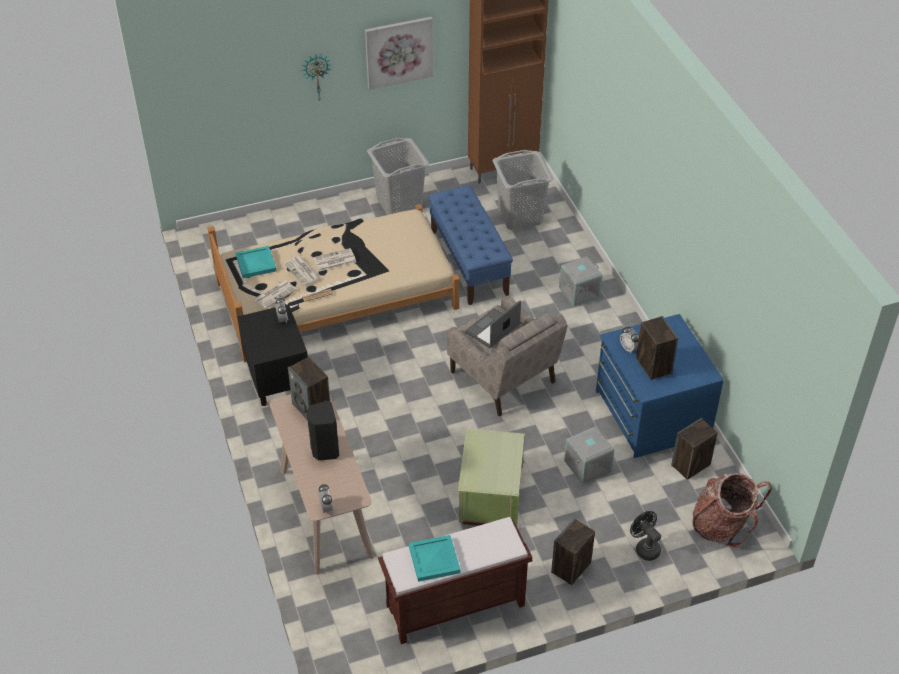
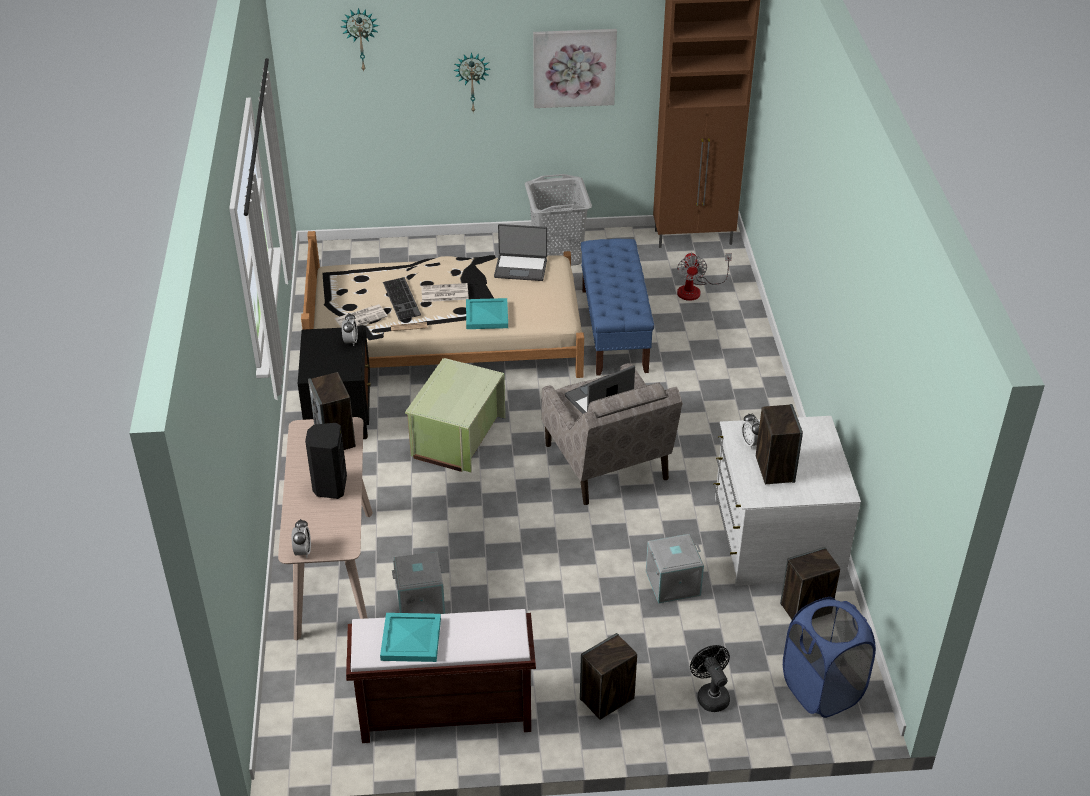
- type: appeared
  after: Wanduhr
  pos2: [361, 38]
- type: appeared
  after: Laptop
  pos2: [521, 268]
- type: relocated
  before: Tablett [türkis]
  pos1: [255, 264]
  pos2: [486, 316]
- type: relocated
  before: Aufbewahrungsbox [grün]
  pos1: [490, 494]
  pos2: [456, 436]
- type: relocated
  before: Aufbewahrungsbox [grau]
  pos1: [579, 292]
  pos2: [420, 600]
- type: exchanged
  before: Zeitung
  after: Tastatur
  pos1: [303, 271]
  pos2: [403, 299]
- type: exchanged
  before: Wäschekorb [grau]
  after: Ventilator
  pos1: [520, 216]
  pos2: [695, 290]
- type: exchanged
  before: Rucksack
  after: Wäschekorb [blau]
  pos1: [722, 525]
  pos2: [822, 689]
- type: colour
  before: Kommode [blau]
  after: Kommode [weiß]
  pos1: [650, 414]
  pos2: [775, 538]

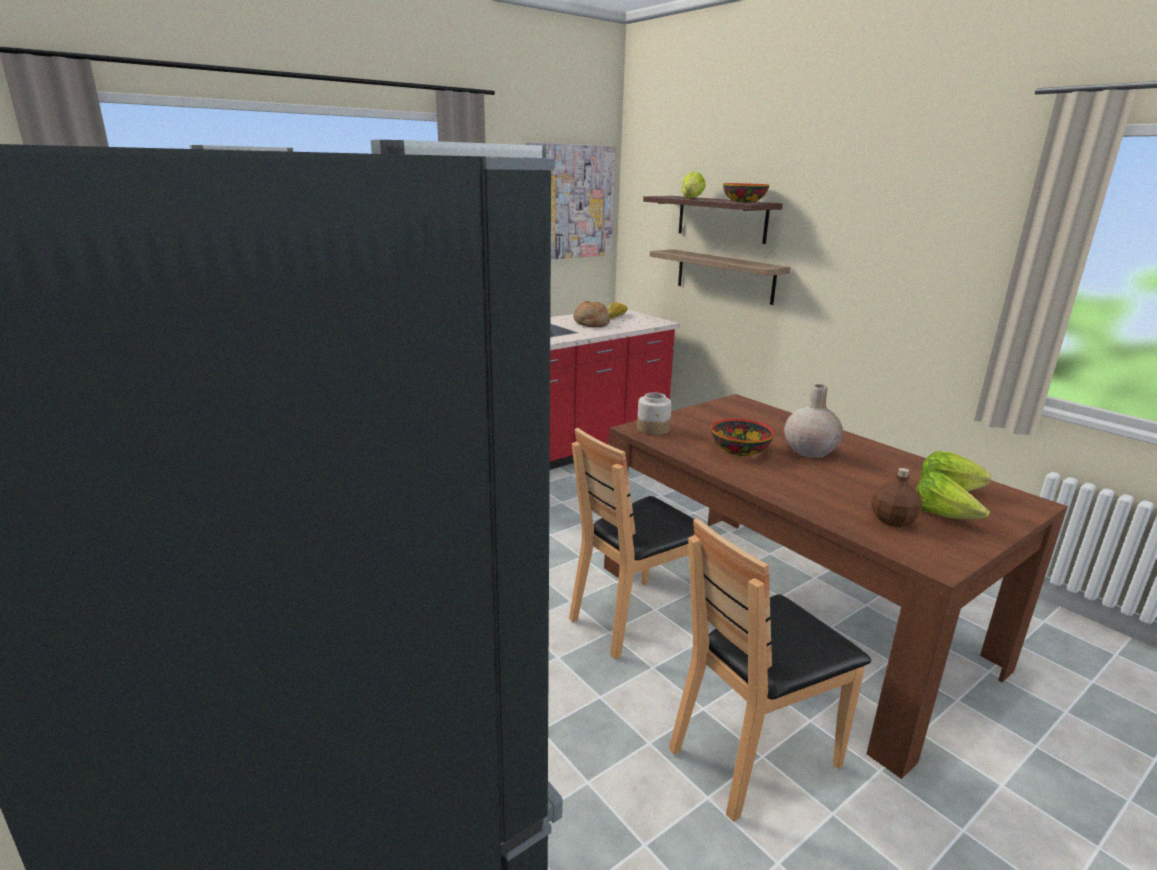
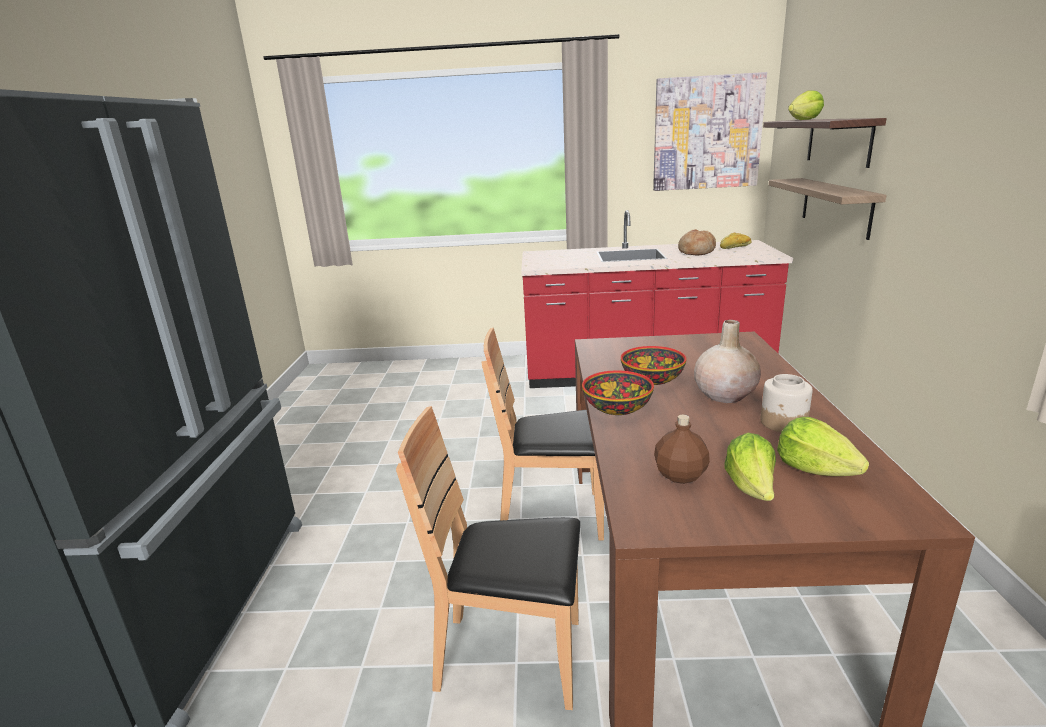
- type: relocated
  before: Vorratsglas
  pos1: [653, 429]
  pos2: [783, 423]
- type: relocated
  before: Schüssel
  pos1: [744, 201]
  pos2: [618, 408]

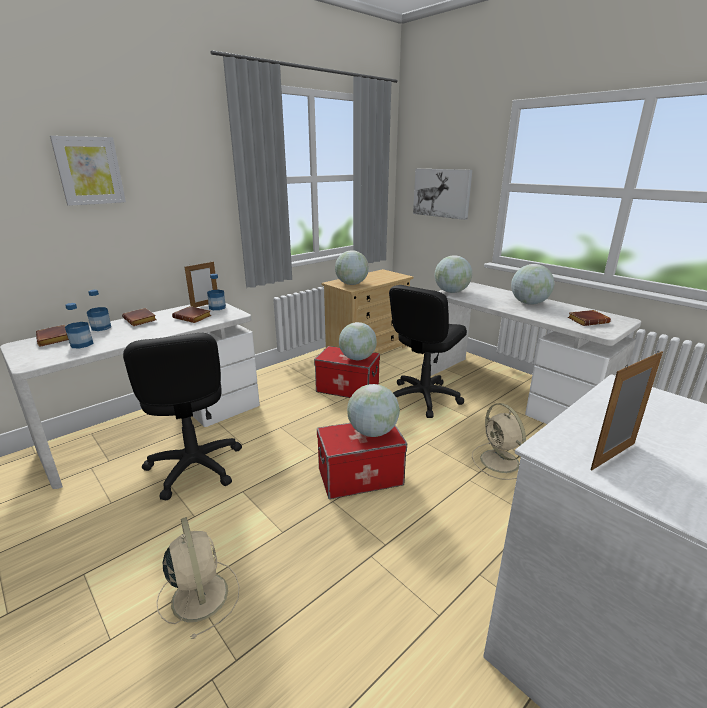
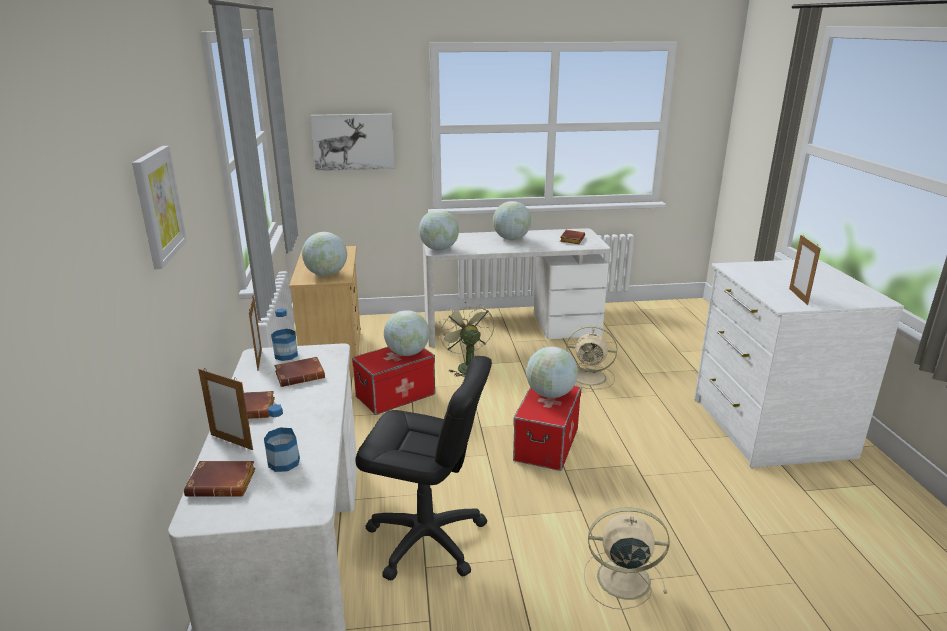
- type: exchanged
  before: Flasche
  after: Bilderrahmen
  pos1: [101, 327]
  pos2: [231, 442]
- type: exchanged
  before: Bürostuhl [schwarz]
  after: Ventilator [grün]
  pos1: [423, 398]
  pos2: [467, 366]

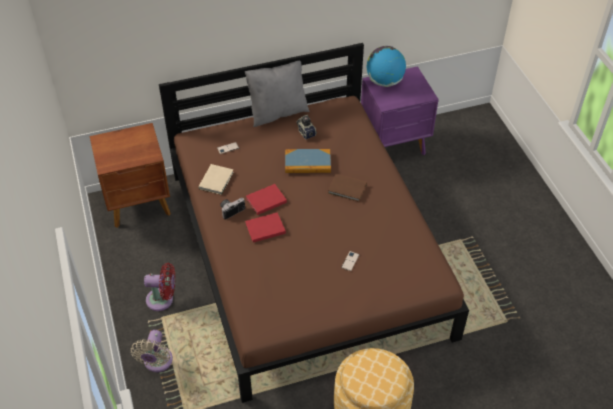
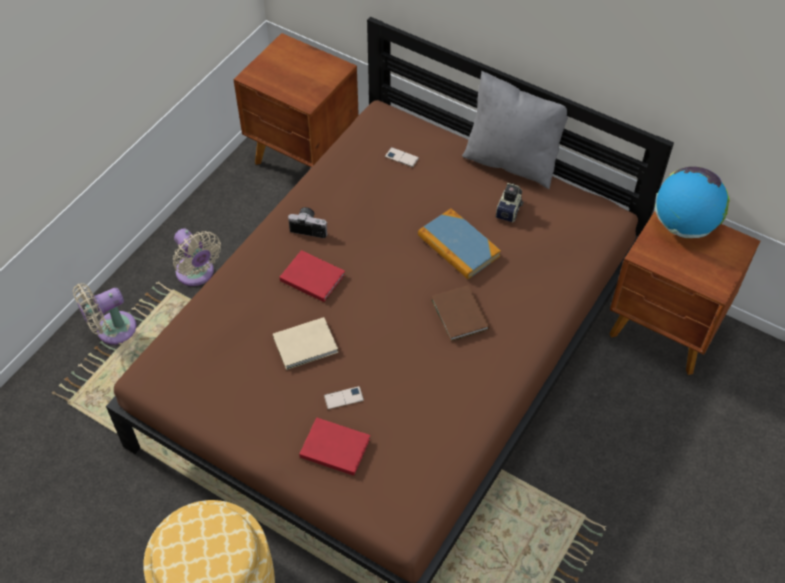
- type: relocated
  before: Buch [beige]
  pos1: [217, 180]
  pos2: [307, 345]
- type: relocated
  before: Buch [rot]
  pos1: [265, 200]
  pos2: [334, 446]
- type: colour
  before: Ventilator [rot]
  after: Ventilator [beige]
  pos1: [162, 300]
  pos2: [197, 274]
- type: colour
  before: Nachttisch [lila]
  after: Nachttisch [braun]
  pos1: [394, 145]
  pos2: [666, 329]

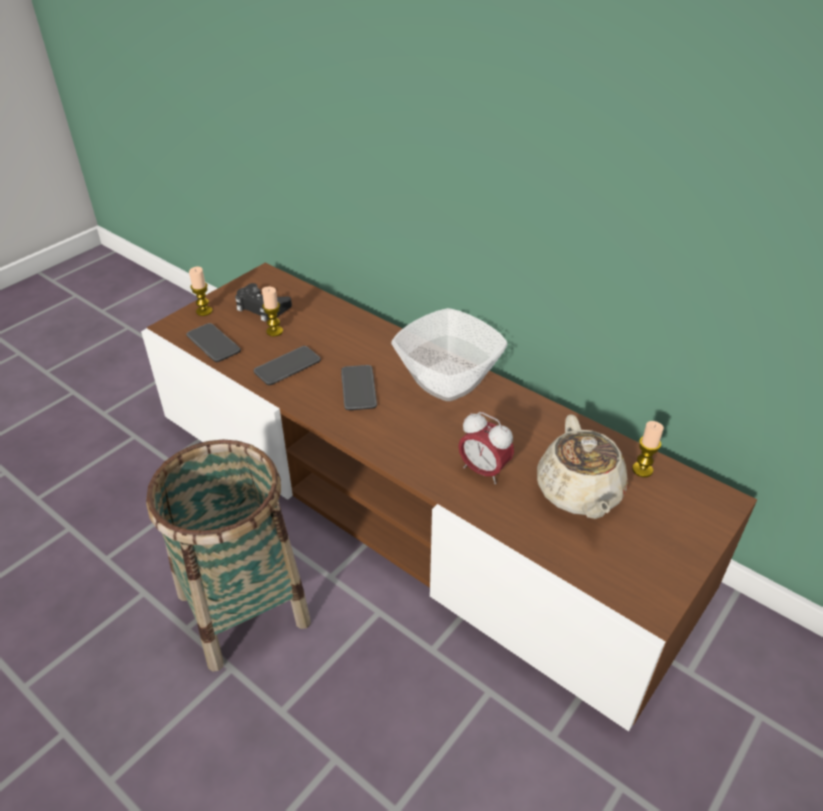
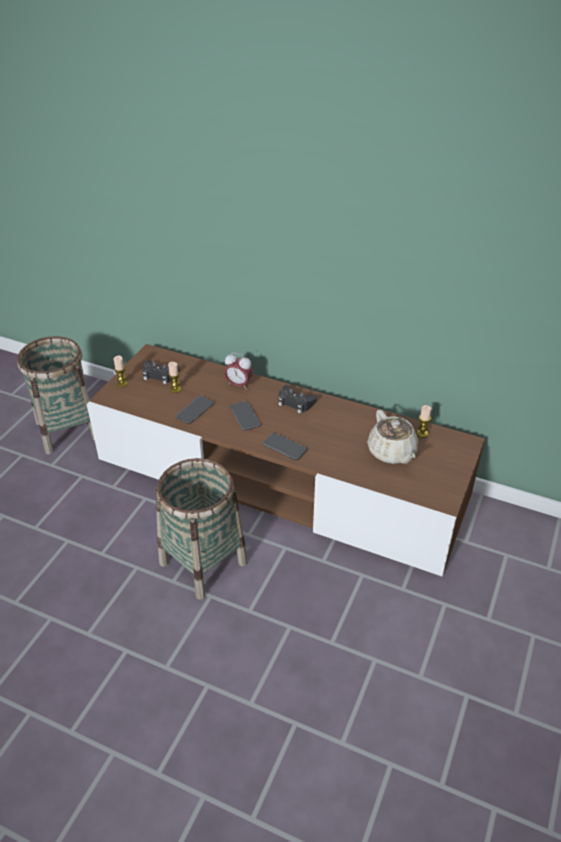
- type: appeared
  after: Korb
  pos2: [68, 430]
- type: relocated
  before: Handy
  pos1: [213, 343]
  pos2: [284, 447]
- type: relocated
  before: Wecker
  pos1: [483, 471]
  pos2: [238, 385]
- type: exchanged
  before: Schüssel
  after: Gamepad [schwarz]
  pos1: [446, 381]
  pos2: [295, 402]

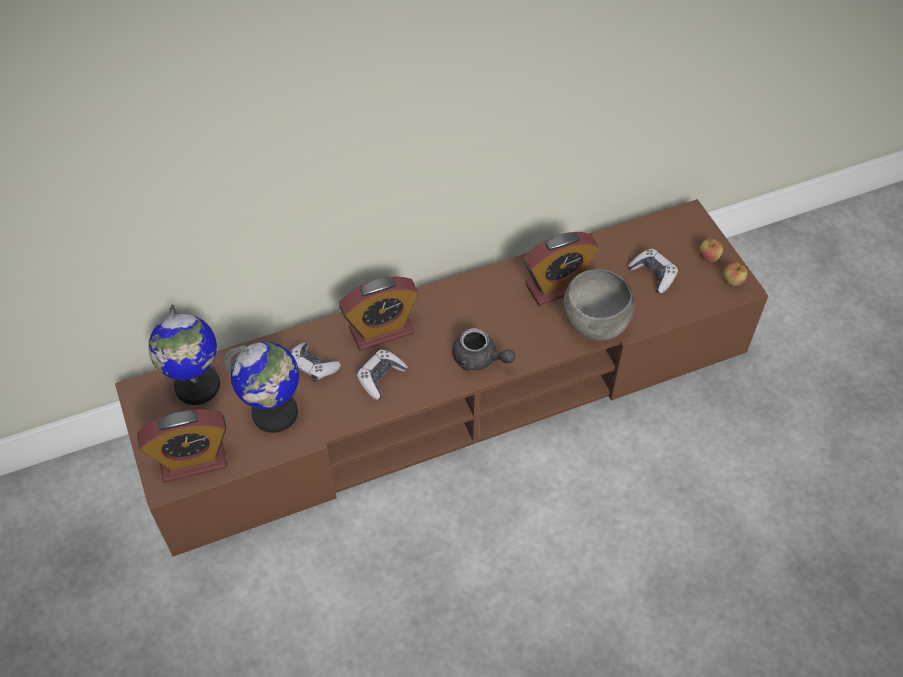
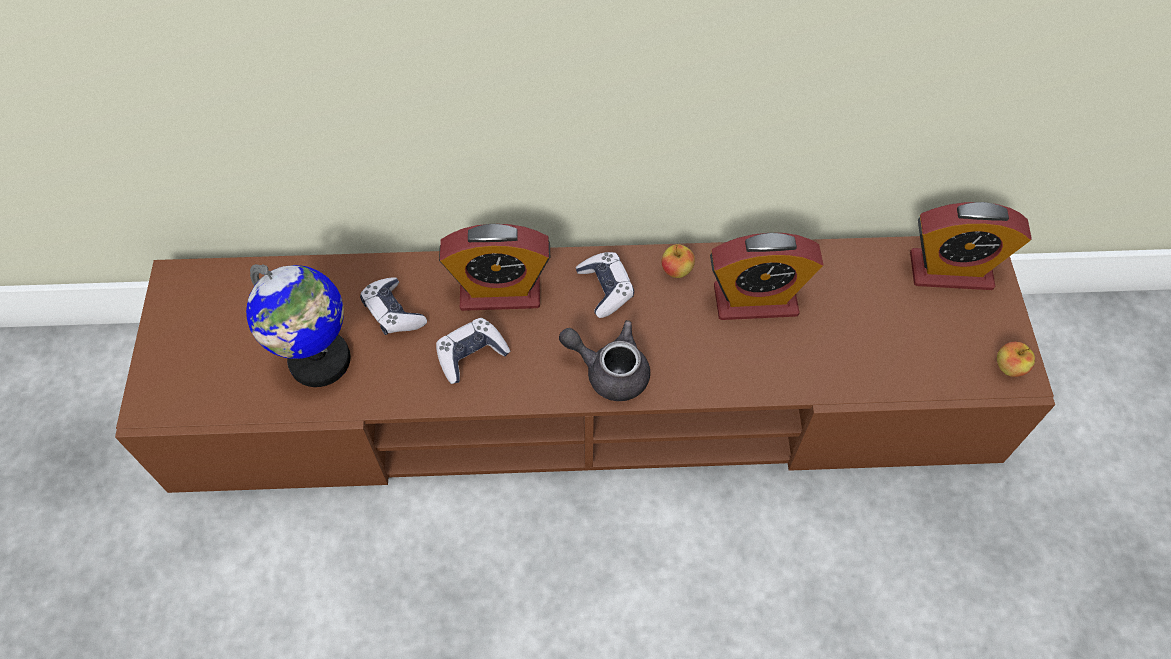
- type: missing
  before: Globus
  pos1: [197, 386]
- type: missing
  before: Schüssel [grau]
  pos1: [595, 326]
- type: relocated
  before: Wecker
  pos1: [193, 461]
  pos2: [950, 271]
- type: relocated
  before: Gamepad
  pos1: [653, 275]
  pos2: [605, 289]
- type: relocated
  before: Apfel
  pos1: [708, 257]
  pos2: [676, 270]
- type: spun
  before: Teekanne [grau]
  pos1: [479, 359]
  pos2: [609, 371]
  turn: 150

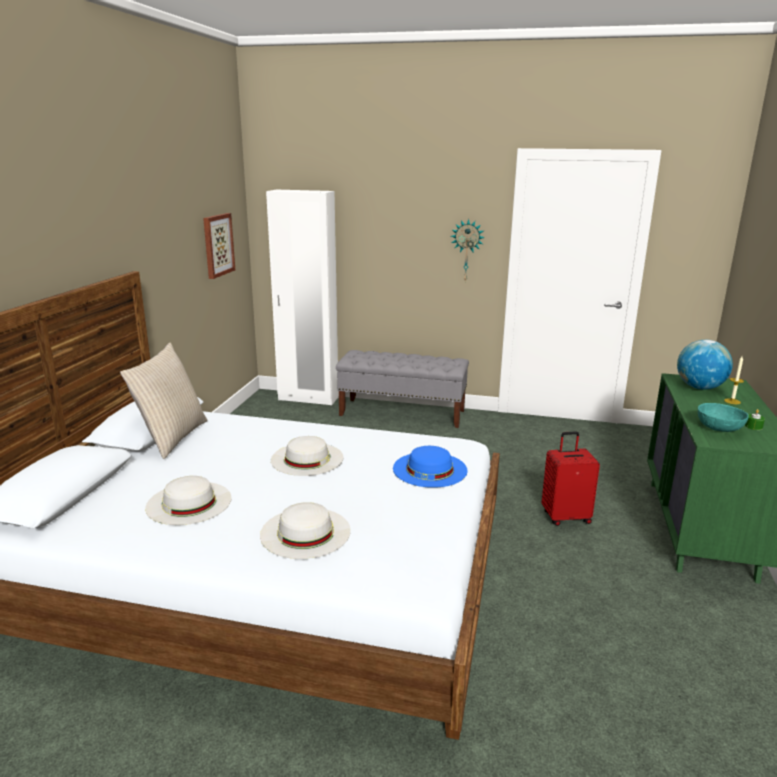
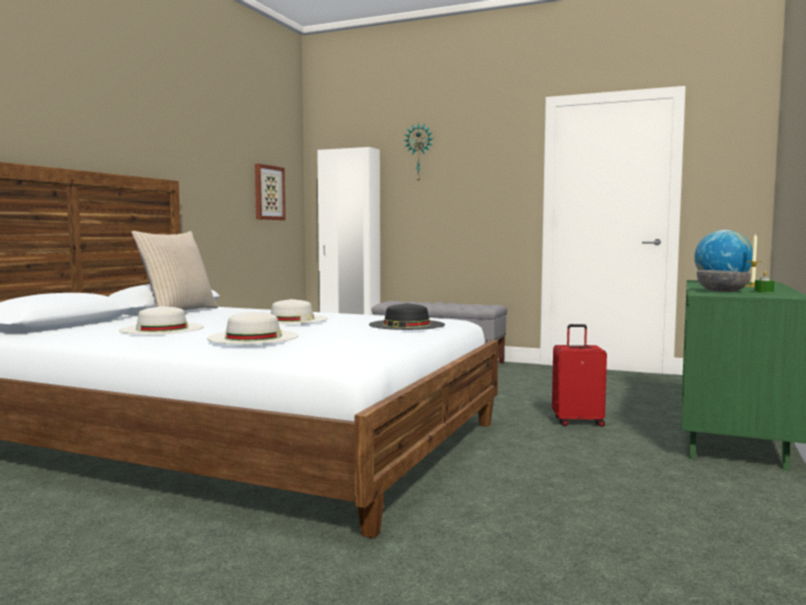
- type: relocated
  before: Wanduhr
  pos1: [467, 250]
  pos2: [419, 153]
- type: colour
  before: Hut [blau]
  after: Hut [schwarz]
  pos1: [430, 469]
  pos2: [406, 325]
- type: colour
  before: Schüssel [türkis]
  after: Schüssel [grau]
  pos1: [719, 428]
  pos2: [722, 291]

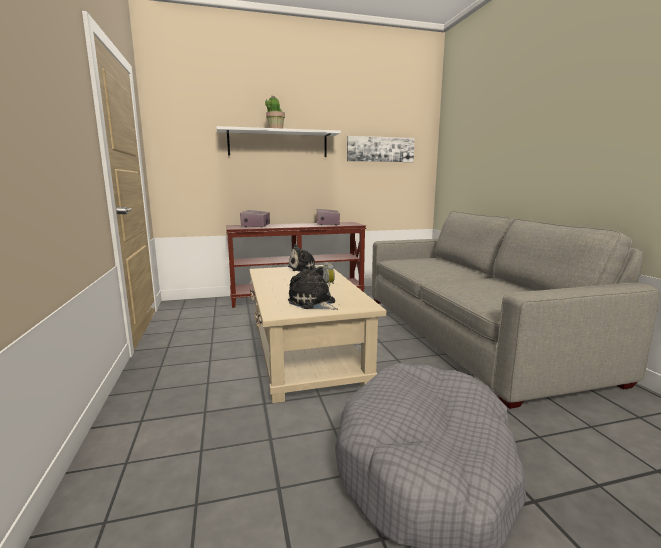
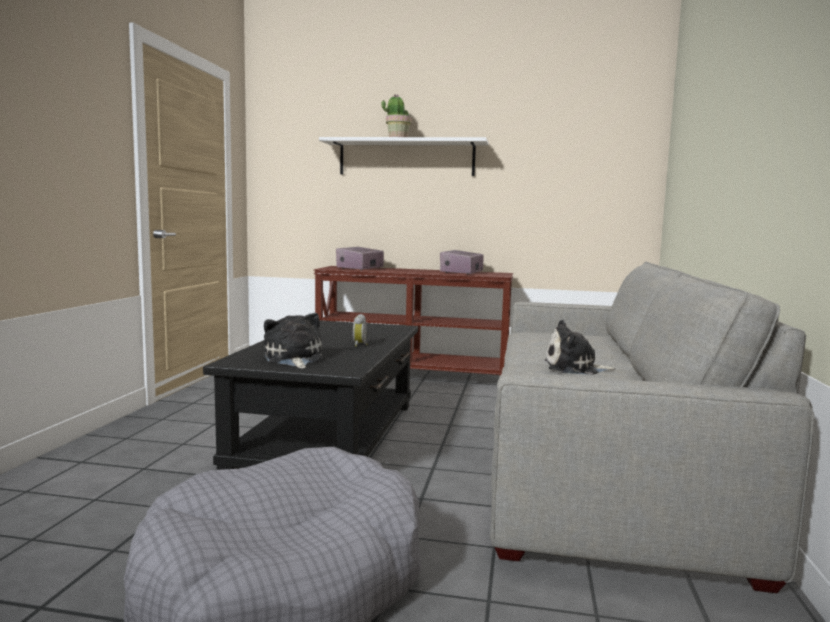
- type: missing
  before: Bild
  pos1: [380, 149]
- type: relocated
  before: Plüschtier
  pos1: [304, 269]
  pos2: [574, 368]
- type: colour
  before: Couchtisch [beige]
  after: Couchtisch [schwarz]
  pos1: [305, 352]
  pos2: [328, 436]

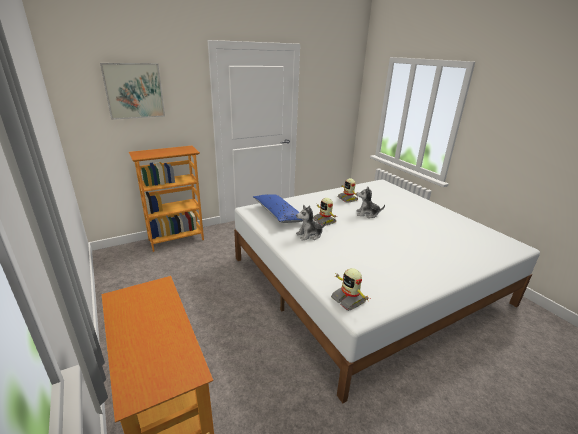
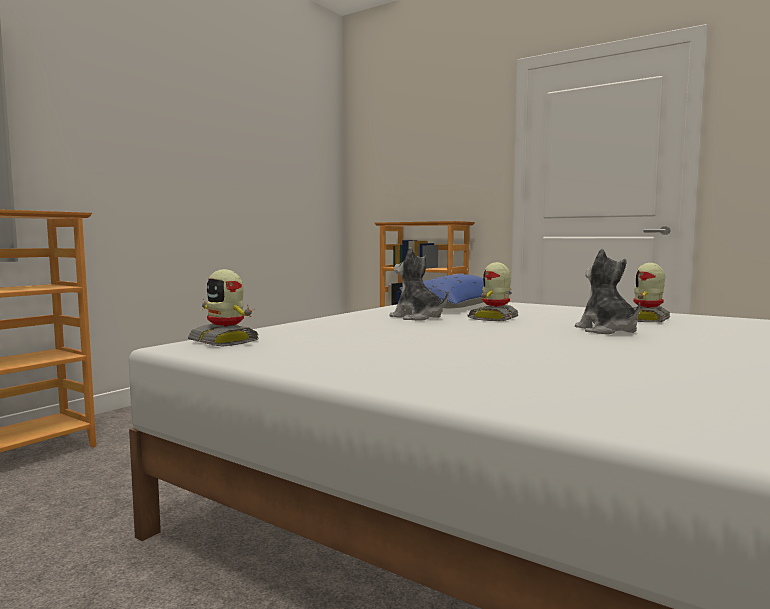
- type: missing
  before: Bild
  pos1: [134, 91]
- type: spun
  before: Spielzeugroboter
  pos1: [348, 299]
  pos2: [225, 341]
  turn: -75

